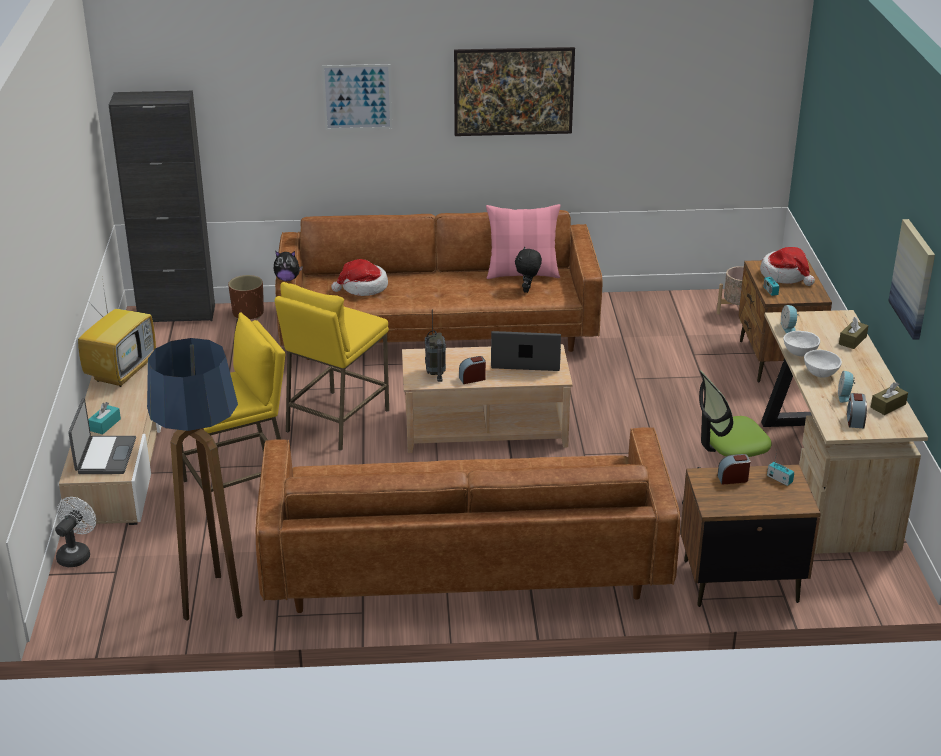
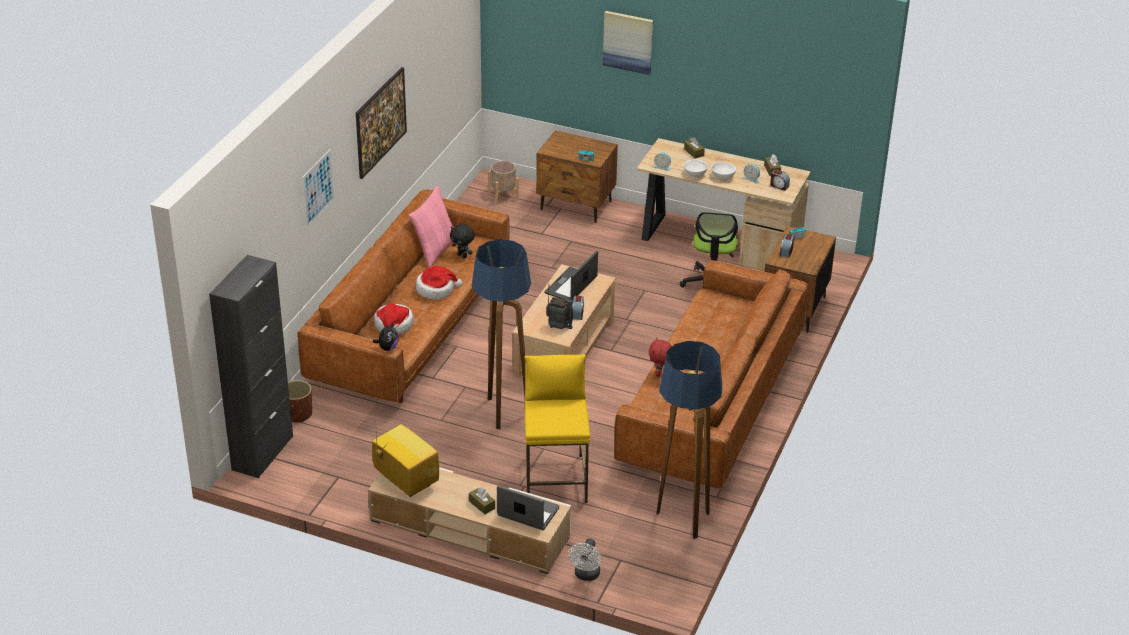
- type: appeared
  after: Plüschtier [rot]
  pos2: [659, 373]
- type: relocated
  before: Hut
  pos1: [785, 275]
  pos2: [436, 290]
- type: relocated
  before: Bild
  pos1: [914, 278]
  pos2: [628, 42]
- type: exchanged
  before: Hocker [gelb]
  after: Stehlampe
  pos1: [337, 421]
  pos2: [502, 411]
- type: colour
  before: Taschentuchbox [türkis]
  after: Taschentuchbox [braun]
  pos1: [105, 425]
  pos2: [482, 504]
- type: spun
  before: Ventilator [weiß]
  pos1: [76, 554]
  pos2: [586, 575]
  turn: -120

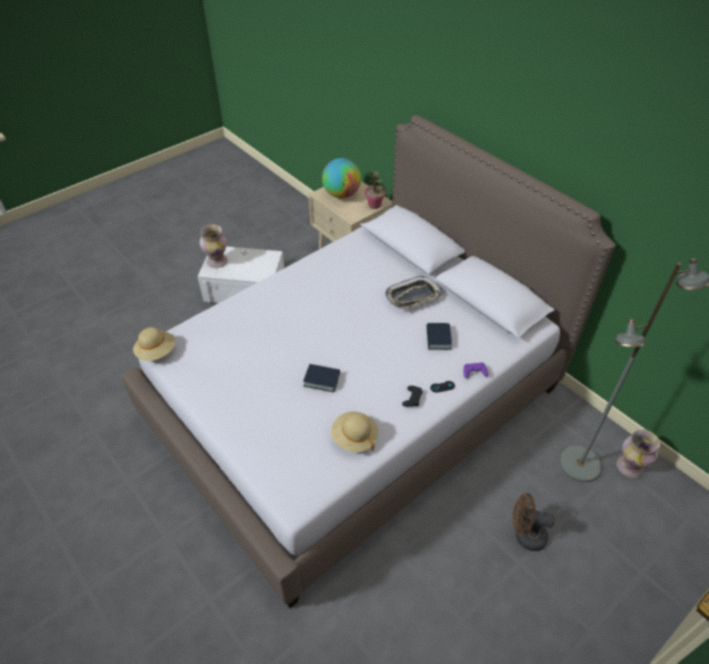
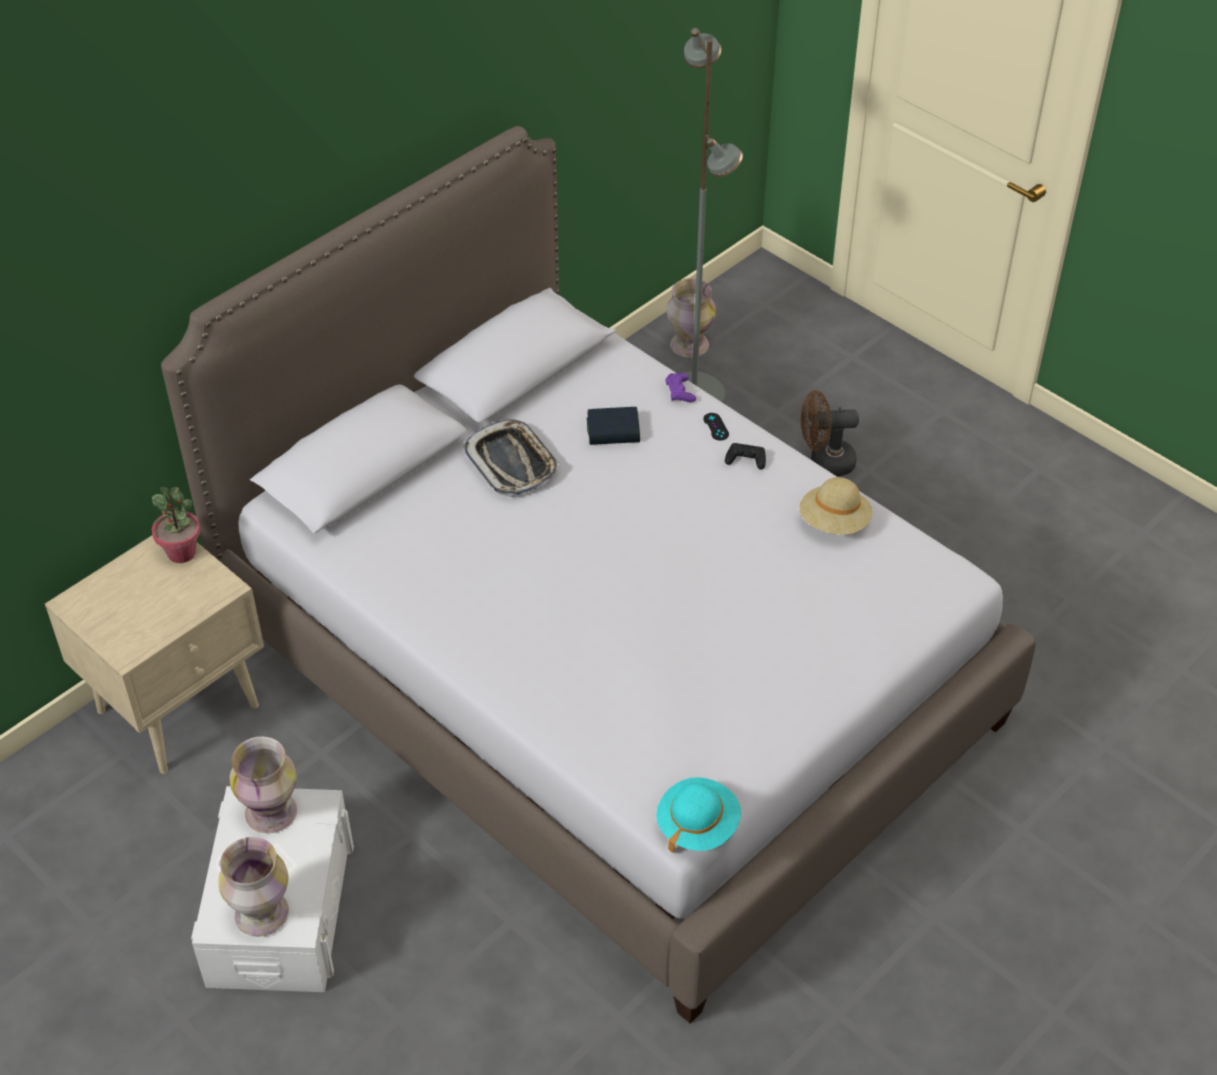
- type: missing
  before: Buch
  pos1: [321, 380]
- type: missing
  before: Globus
  pos1: [341, 194]
- type: appeared
  after: Vase
  pos2: [272, 812]
- type: colour
  before: Hut [beige]
  after: Hut [türkis]
  pos1: [156, 352]
  pos2: [697, 825]
- type: spun
  before: Ventilator [braun]
  pos1: [525, 535]
  pos2: [824, 462]
  turn: 75

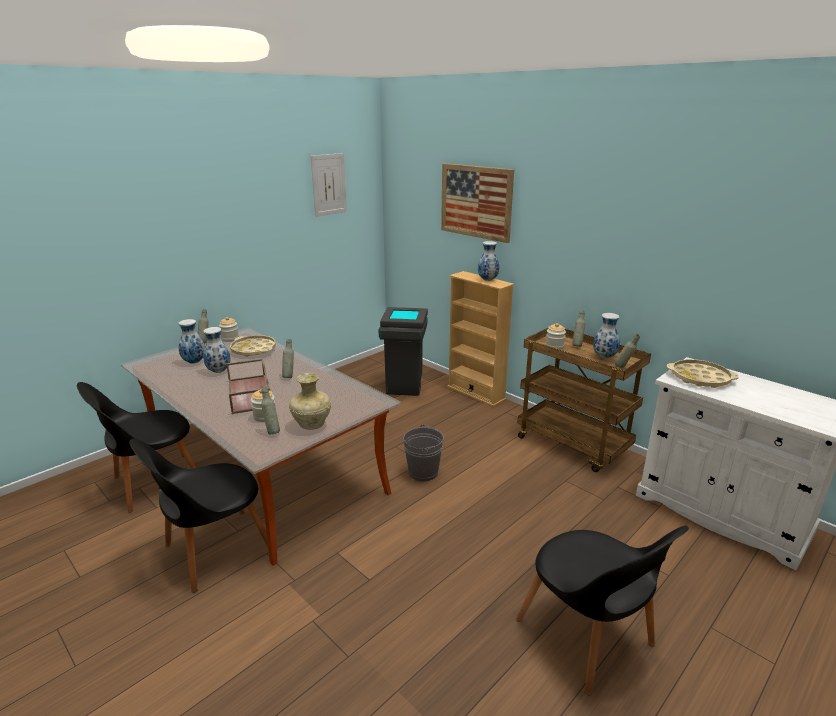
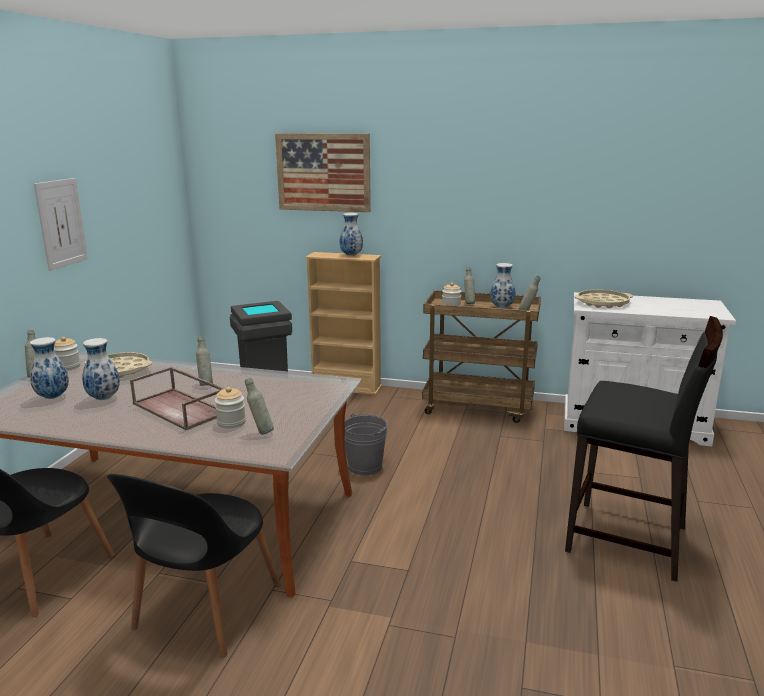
- type: missing
  before: Vase [beige]
  pos1: [312, 425]
- type: relocated
  before: Bild
  pos1: [329, 184]
  pos2: [61, 223]
- type: exchanged
  before: Stuhl [schwarz]
  after: Hocker [schwarz]
  pos1: [588, 637]
  pos2: [628, 540]

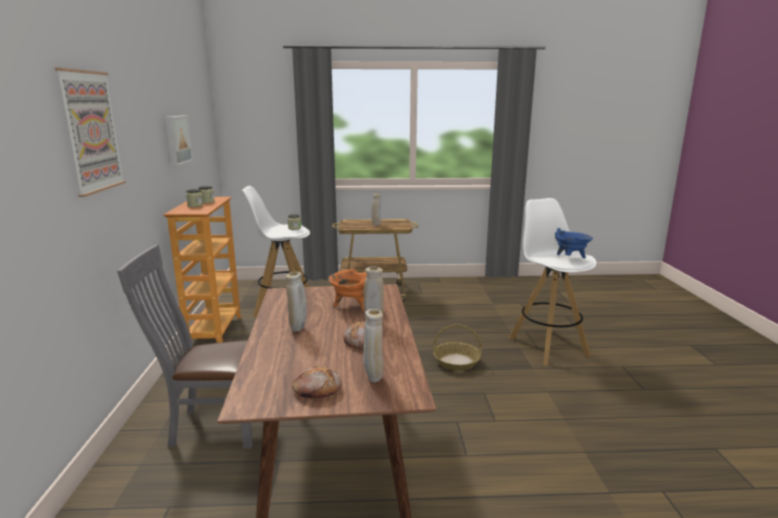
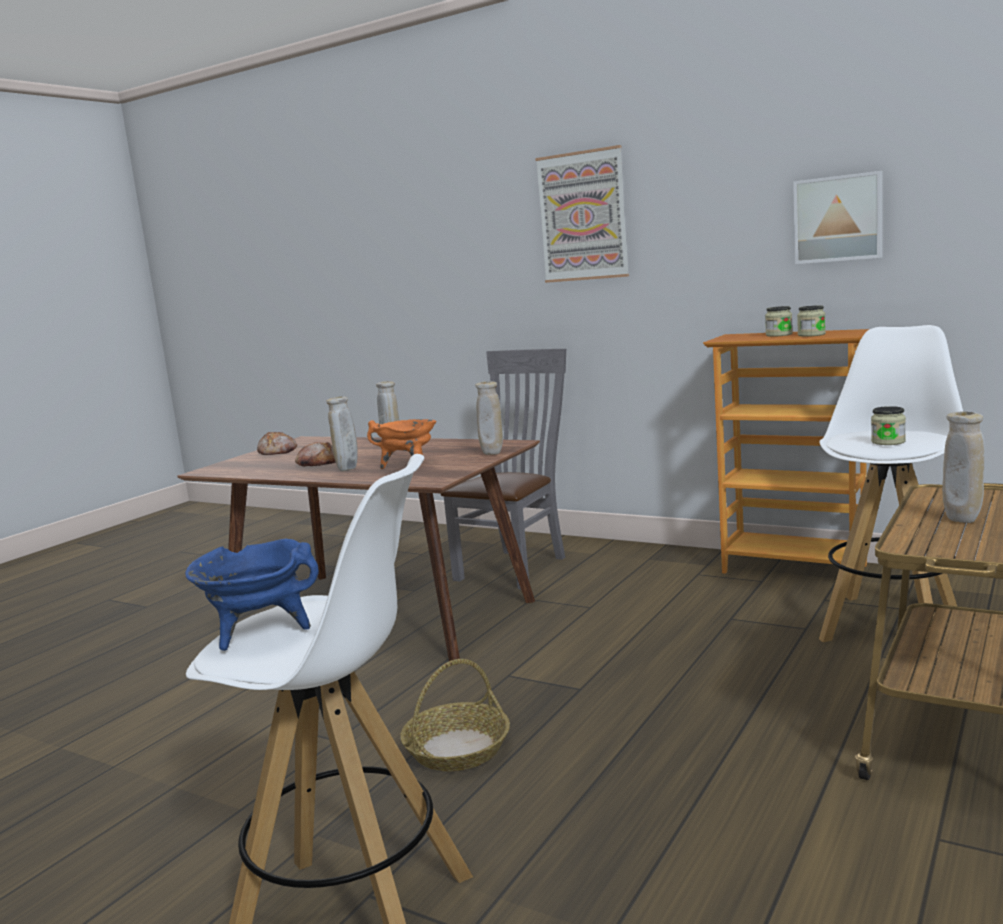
- type: relocated
  before: Vase [beige]
  pos1: [373, 378]
  pos2: [492, 454]

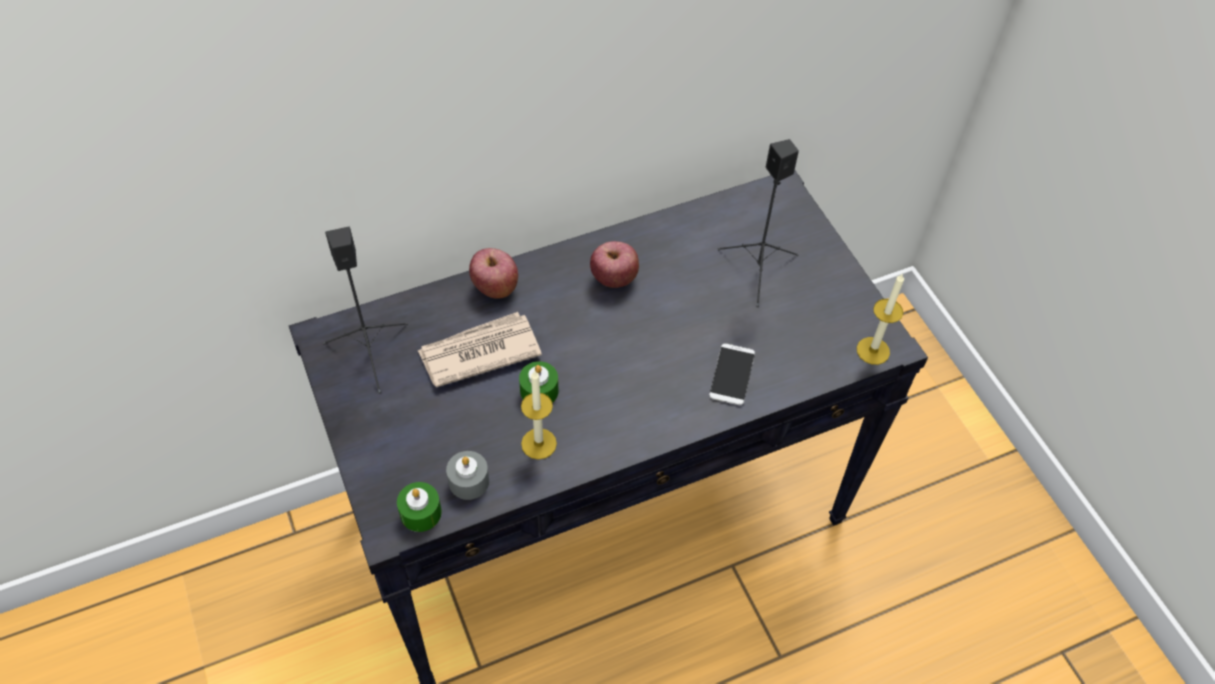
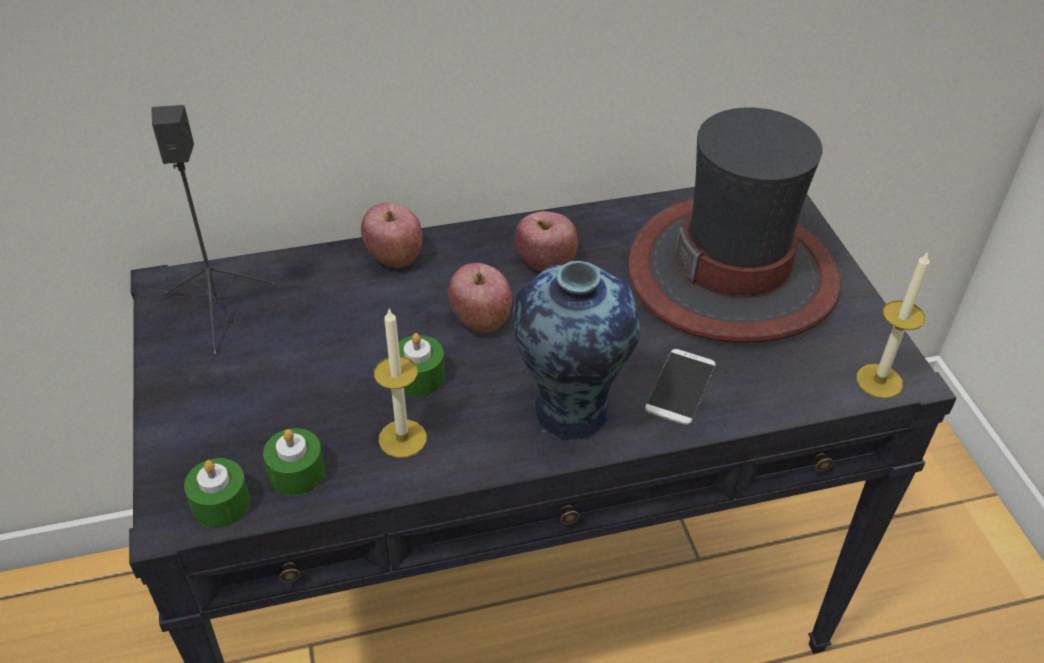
- type: missing
  before: Zeitung
  pos1: [478, 352]
- type: appeared
  after: Apfel
  pos2: [480, 319]
- type: appeared
  after: Vase
  pos2: [568, 414]
- type: exchanged
  before: Lautsprecher [schwarz]
  after: Hut
  pos1: [758, 270]
  pos2: [733, 273]
- type: colour
  before: Kerze [grau]
  after: Kerze [grün]
  pos1: [469, 481]
  pos2: [297, 473]

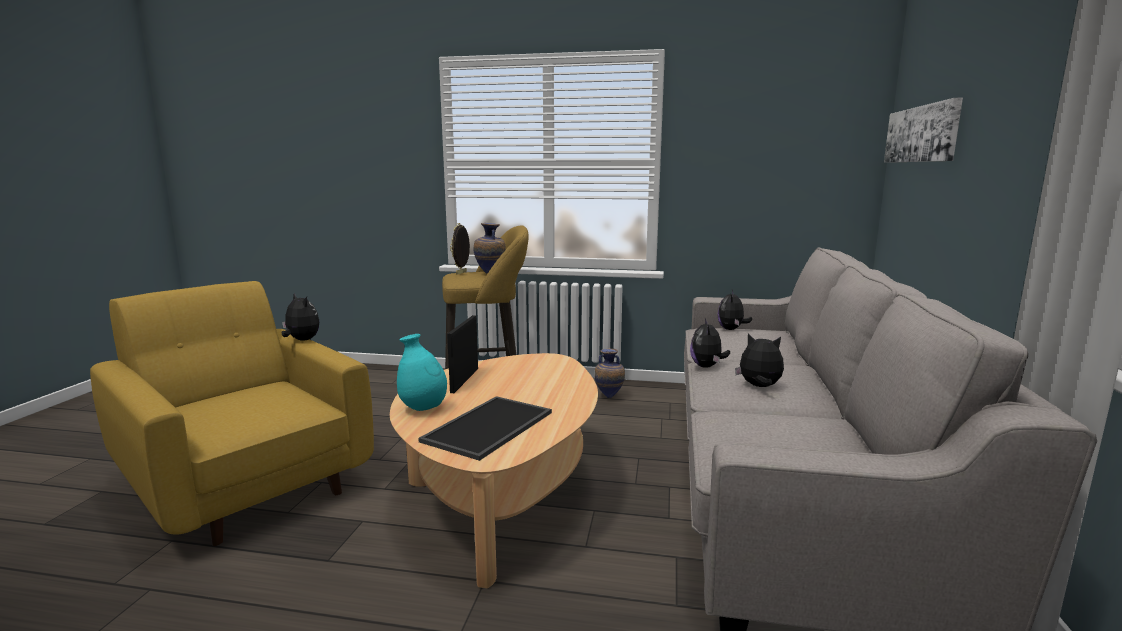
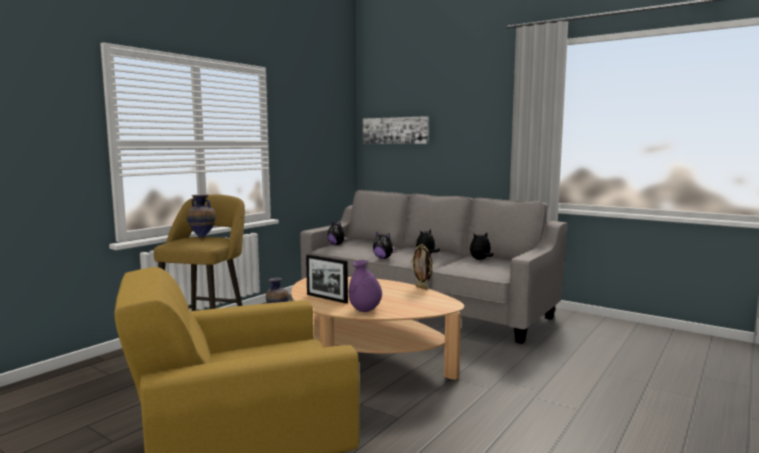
- type: missing
  before: Tablett
  pos1: [489, 427]
- type: relocated
  before: Plüschtier
  pos1: [301, 340]
  pos2: [480, 260]
- type: relocated
  before: Bilderrahmen
  pos1: [462, 273]
  pos2: [422, 288]
- type: colour
  before: Vase [türkis]
  after: Vase [lila]
  pos1: [423, 408]
  pos2: [365, 310]

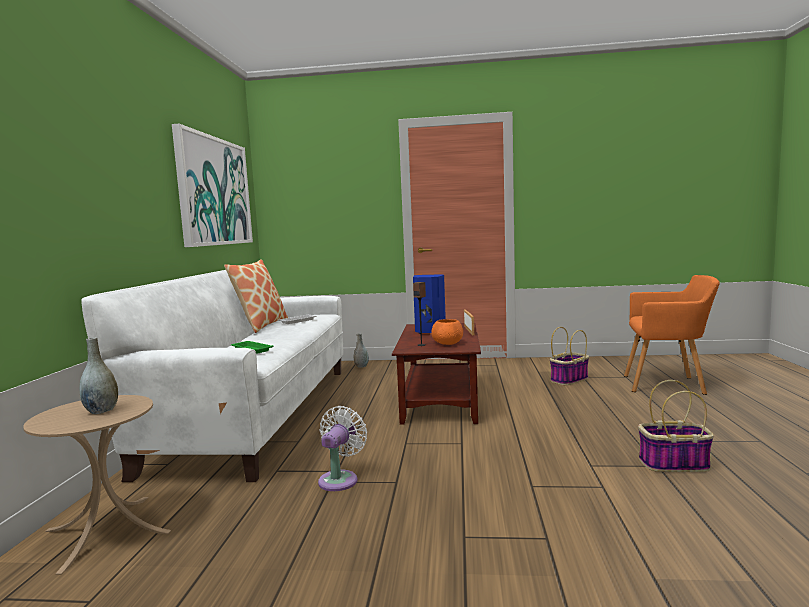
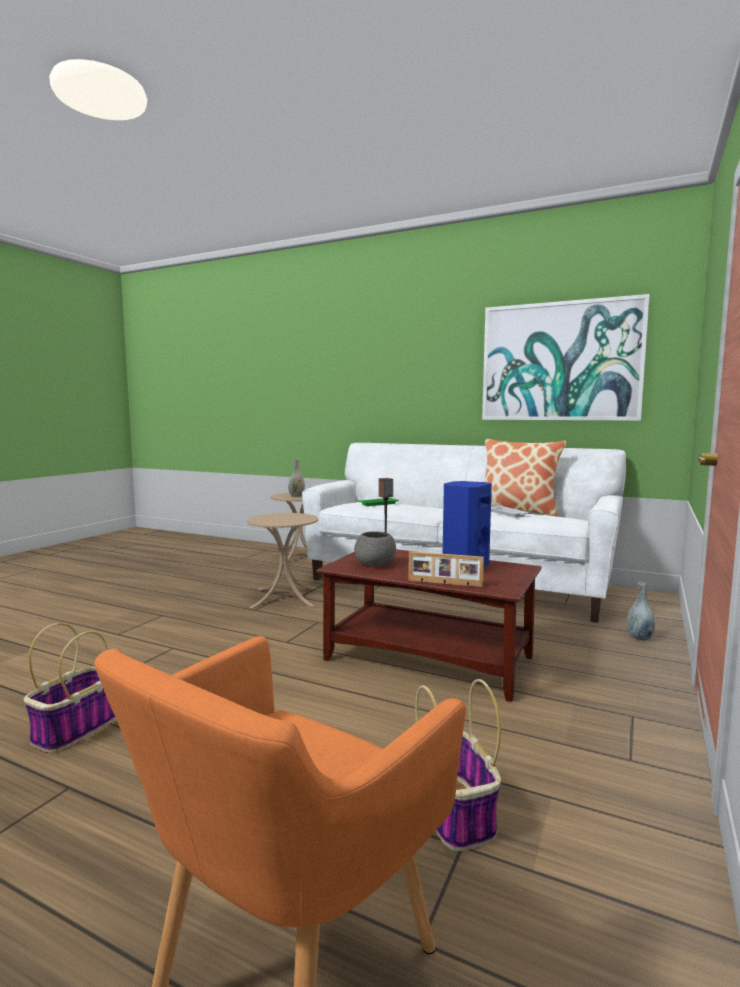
- type: exchanged
  before: Ventilator [weiß]
  after: Beistelltisch [beige]
  pos1: [340, 479]
  pos2: [284, 597]
- type: colour
  before: Schüssel [orange]
  after: Schüssel [grau]
  pos1: [448, 343]
  pos2: [375, 564]

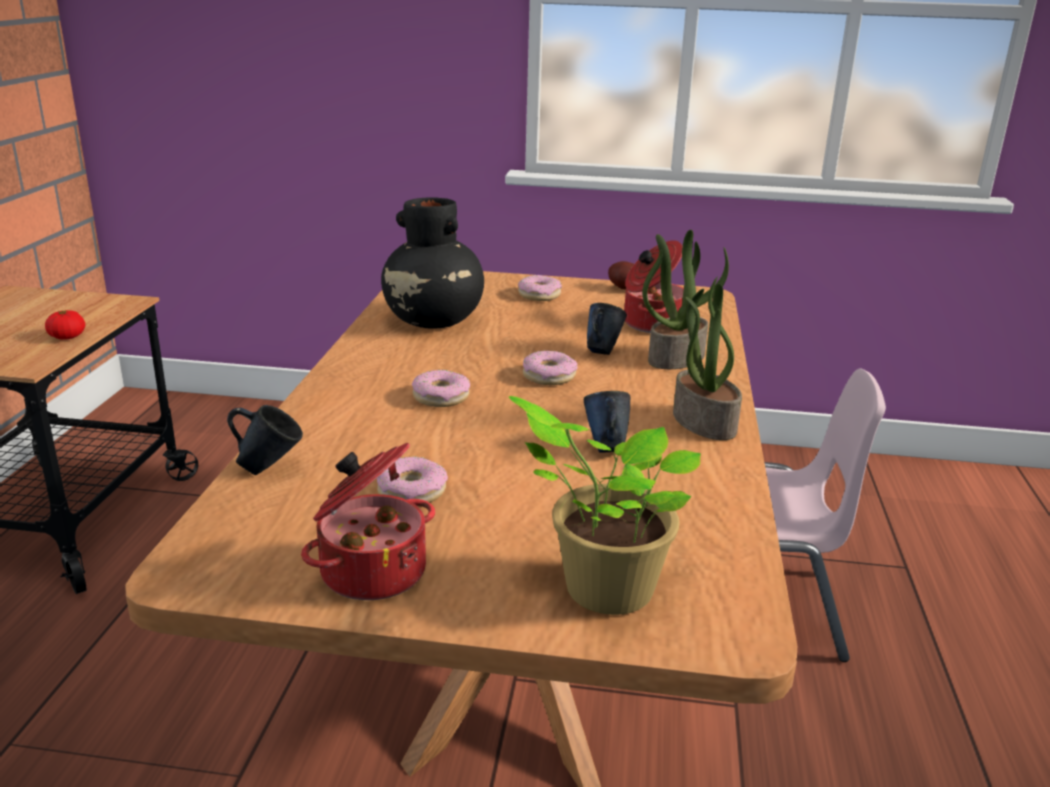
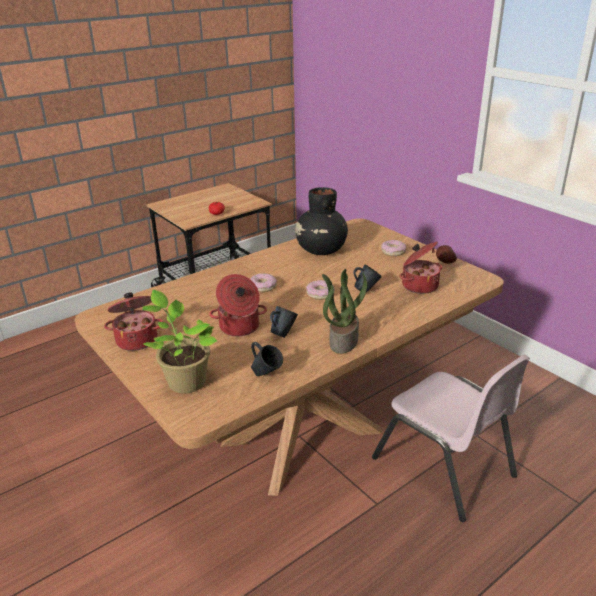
- type: missing
  before: Donut
  pos1: [412, 491]
- type: missing
  before: Topfpflanze
  pos1: [676, 357]
- type: appeared
  after: Kochtopf
  pos2: [239, 327]
- type: relocated
  before: Henkelbecher [blau]
  pos1: [269, 469]
  pos2: [266, 375]

